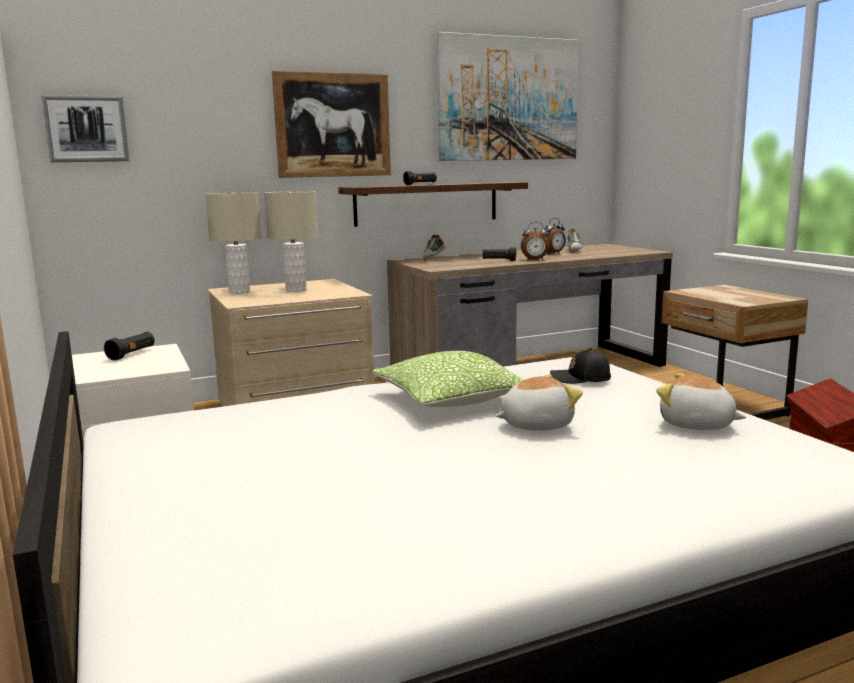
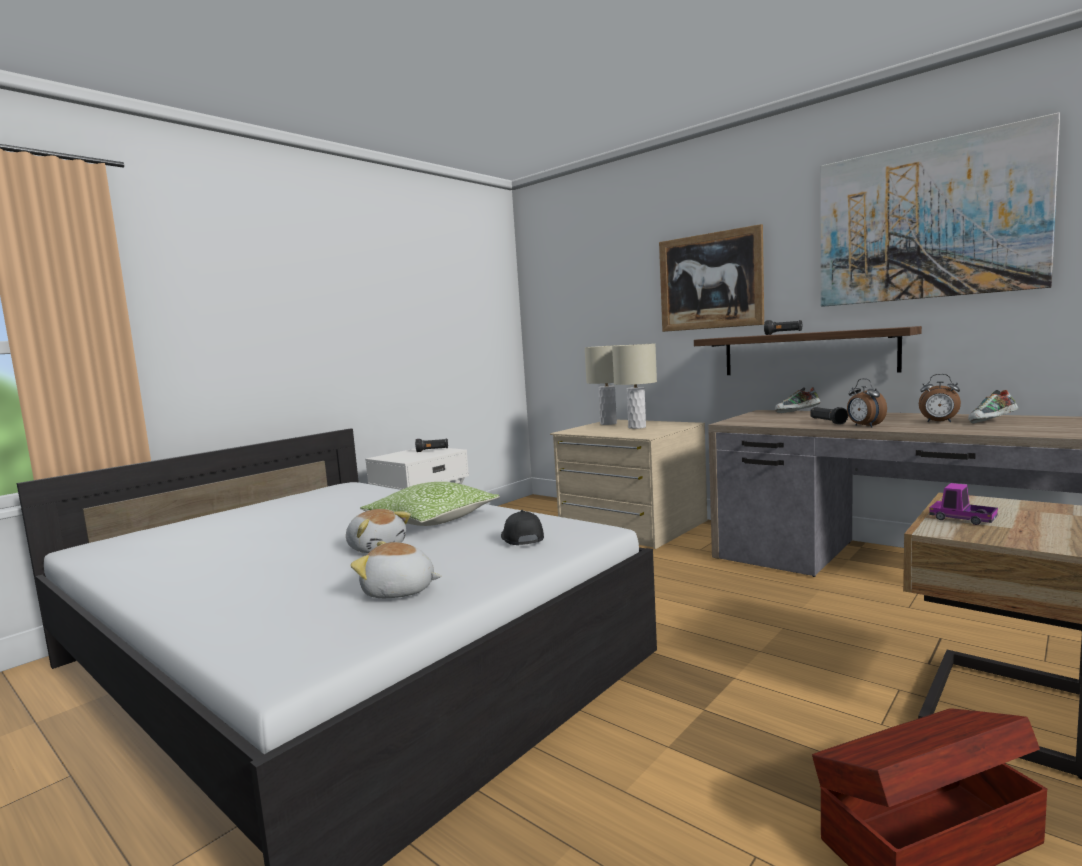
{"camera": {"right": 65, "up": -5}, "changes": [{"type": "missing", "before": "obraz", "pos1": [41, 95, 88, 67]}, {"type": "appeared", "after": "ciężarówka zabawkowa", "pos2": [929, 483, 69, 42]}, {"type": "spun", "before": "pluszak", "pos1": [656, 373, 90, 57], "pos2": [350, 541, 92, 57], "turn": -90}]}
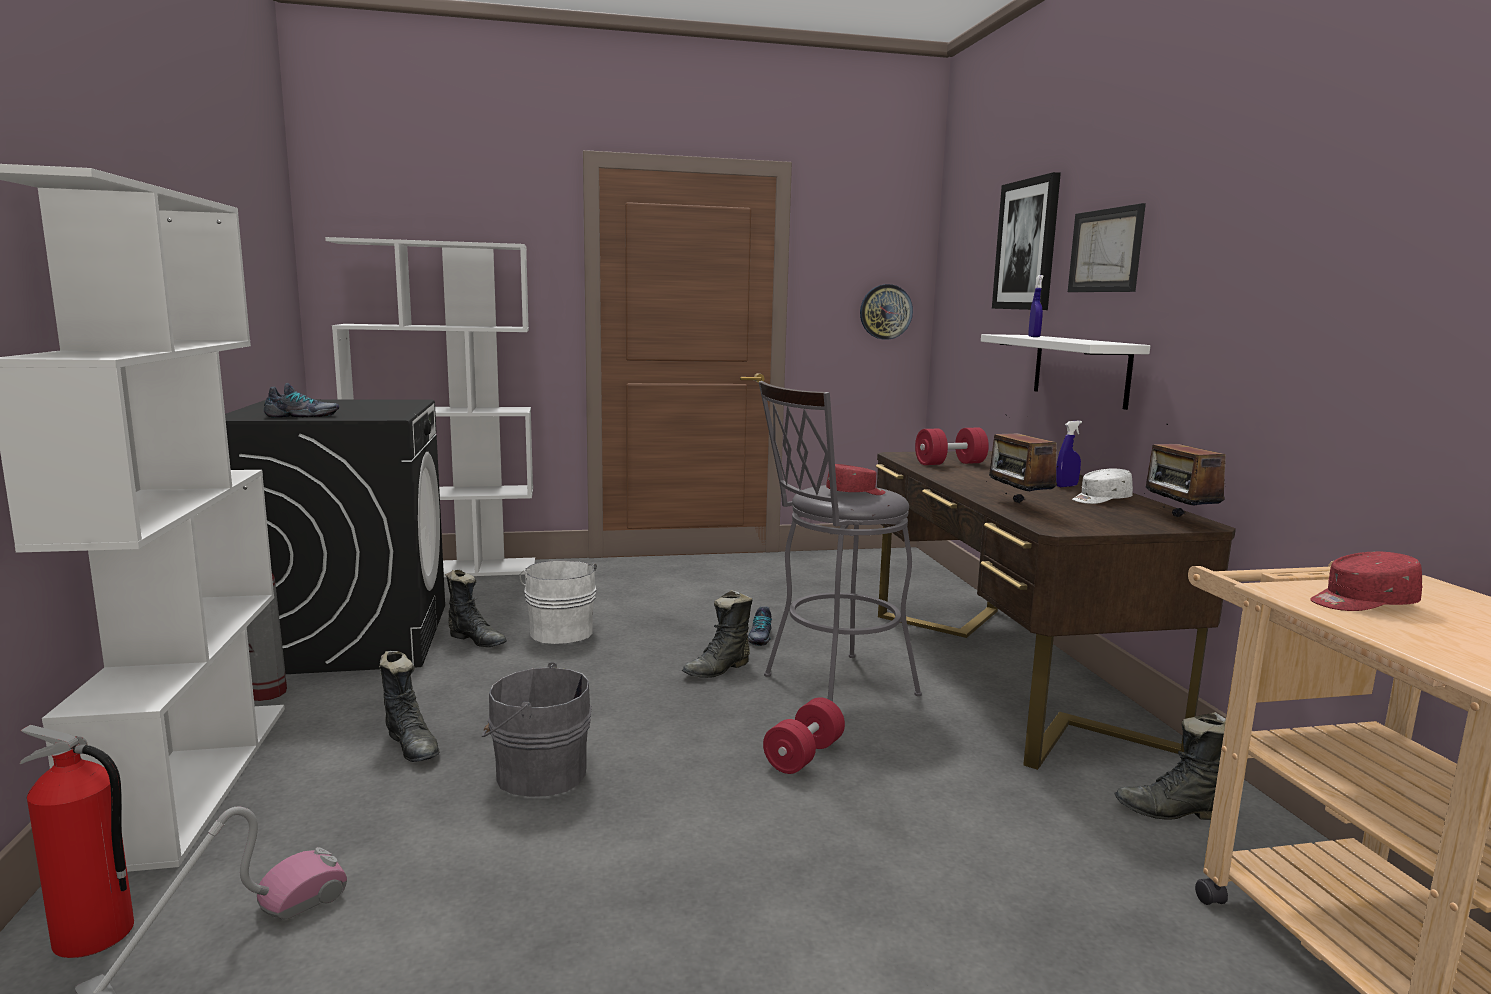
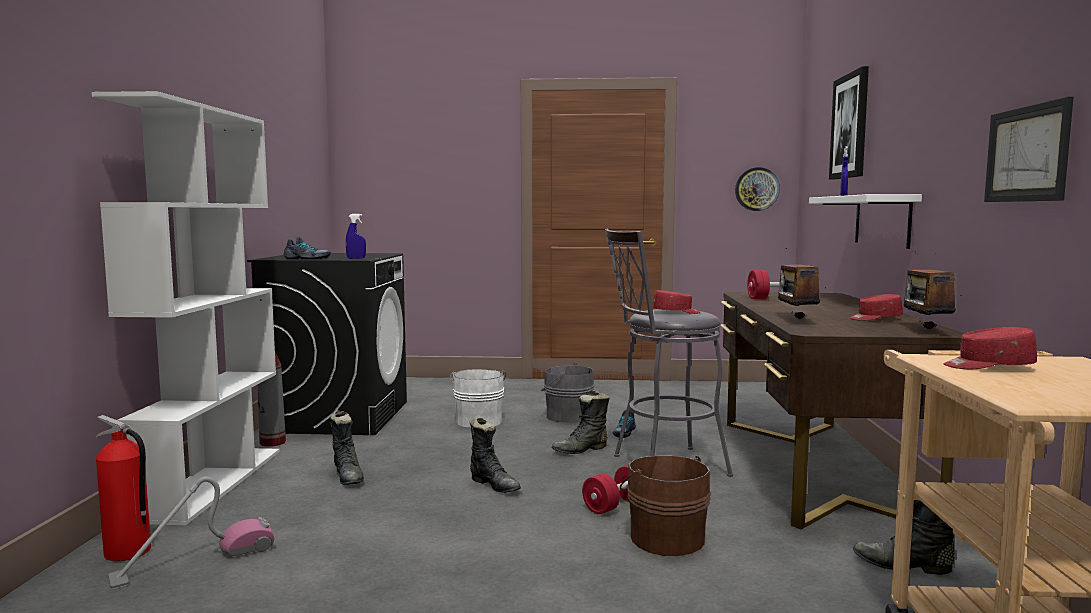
{"camera": {"right": 15, "up": -5}, "changes": [{"type": "missing", "before": "regał (biały)", "pos1": [325, 237, 210, 340]}, {"type": "appeared", "after": "wiadro (brązowy)", "pos2": [620, 456, 91, 100]}, {"type": "relocated", "before": "but z cholewką (czarny)", "pos1": [445, 570, 62, 77], "pos2": [469, 418, 52, 75]}, {"type": "relocated", "before": "wiadro (szary)", "pos1": [482, 662, 110, 135], "pos2": [541, 363, 53, 60]}, {"type": "relocated", "before": "spryskiwacz (niebieski)", "pos1": [1056, 421, 26, 66], "pos2": [346, 214, 20, 45]}, {"type": "relocated", "before": "obraz", "pos1": [1068, 203, 78, 89], "pos2": [984, 97, 90, 105]}, {"type": "colour", "before": "czapka z daszkiem (biały)", "after": "czapka z daszkiem (czerwony)", "pos1": [1072, 469, 61, 35], "pos2": [850, 294, 53, 27]}]}
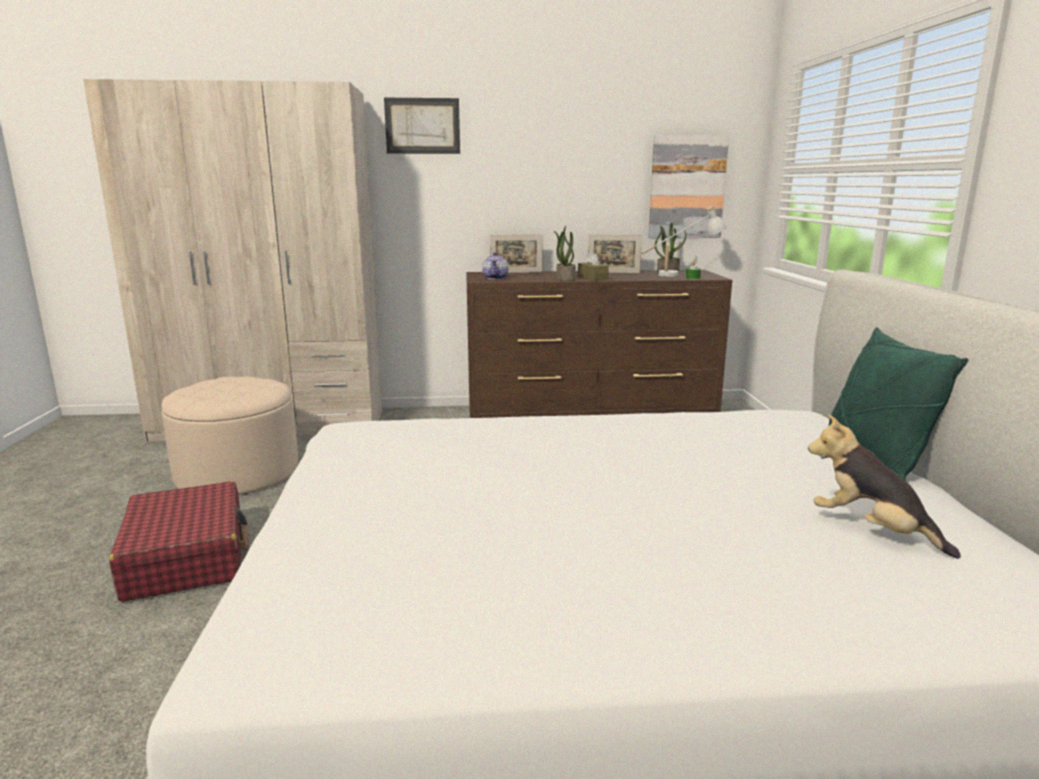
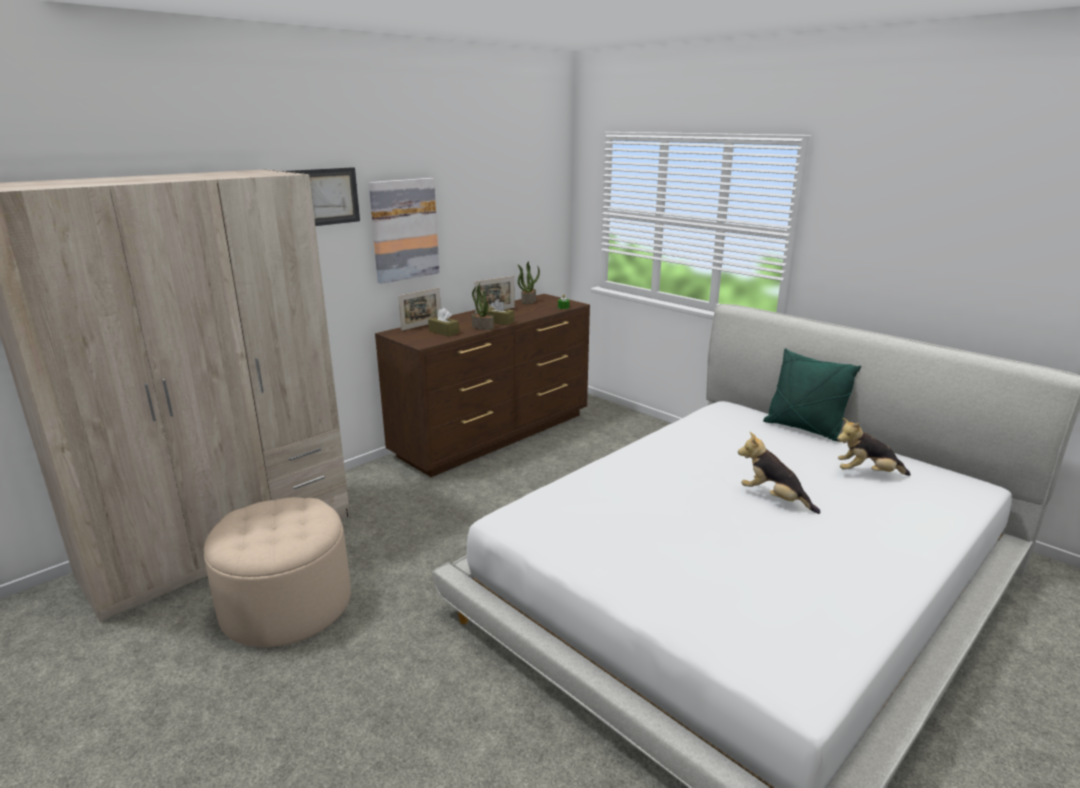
{"camera": {"right": -40, "up": 5}, "changes": [{"type": "missing", "before": "walizka (czerwony)", "pos1": [109, 481, 140, 121]}, {"type": "missing", "before": "imbryk", "pos1": [482, 252, 27, 27]}, {"type": "missing", "before": "lampa stołowa (biały)", "pos1": [641, 206, 86, 71]}, {"type": "appeared", "after": "pudełko chusteczek (brązowy)", "pos2": [428, 308, 31, 29]}, {"type": "appeared", "after": "pluszak", "pos2": [738, 432, 82, 82]}, {"type": "relocated", "before": "obraz", "pos1": [648, 135, 81, 103], "pos2": [369, 178, 70, 106]}]}
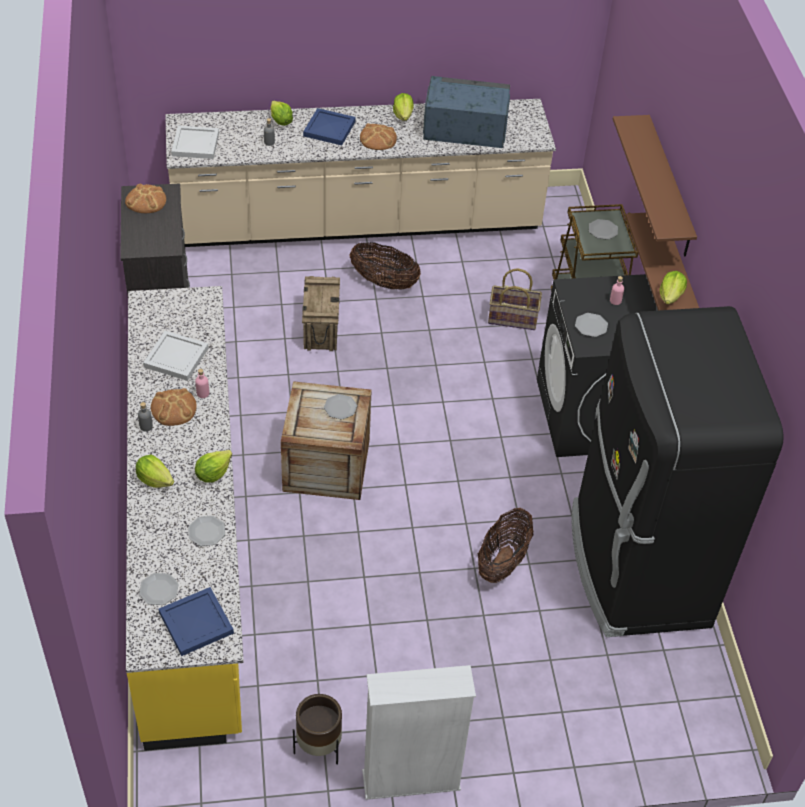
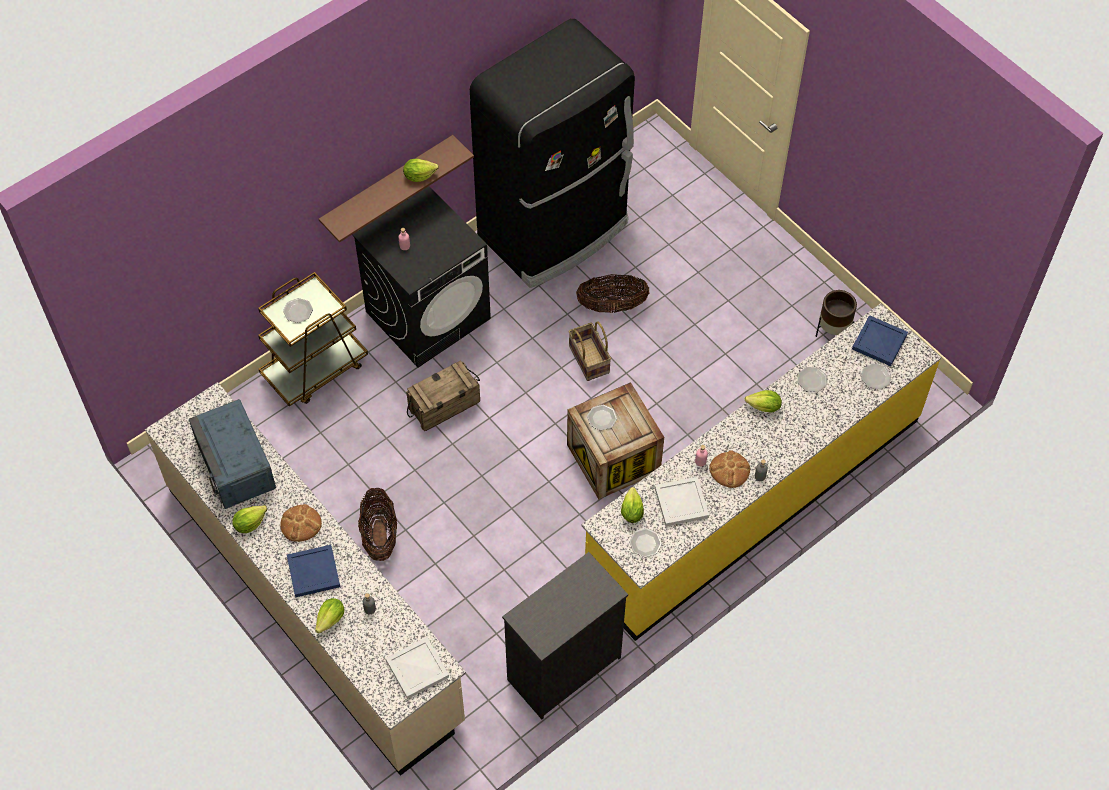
{"camera": {"right": -120, "up": 10}, "changes": [{"type": "missing", "before": "chleb", "pos1": [125, 184, 41, 29]}, {"type": "missing", "before": "regał (biały)", "pos1": [362, 665, 114, 135]}, {"type": "missing", "before": "półka (brązowy)", "pos1": [613, 115, 84, 142]}, {"type": "relocated", "before": "sałata", "pos1": [136, 455, 38, 33], "pos2": [621, 487, 23, 36]}, {"type": "relocated", "before": "skrzynka", "pos1": [302, 276, 38, 75], "pos2": [406, 360, 74, 72]}, {"type": "relocated", "before": "koszyk", "pos1": [488, 268, 54, 62], "pos2": [568, 321, 43, 60]}, {"type": "relocated", "before": "talerz", "pos1": [575, 313, 33, 24], "pos2": [629, 528, 33, 29]}]}
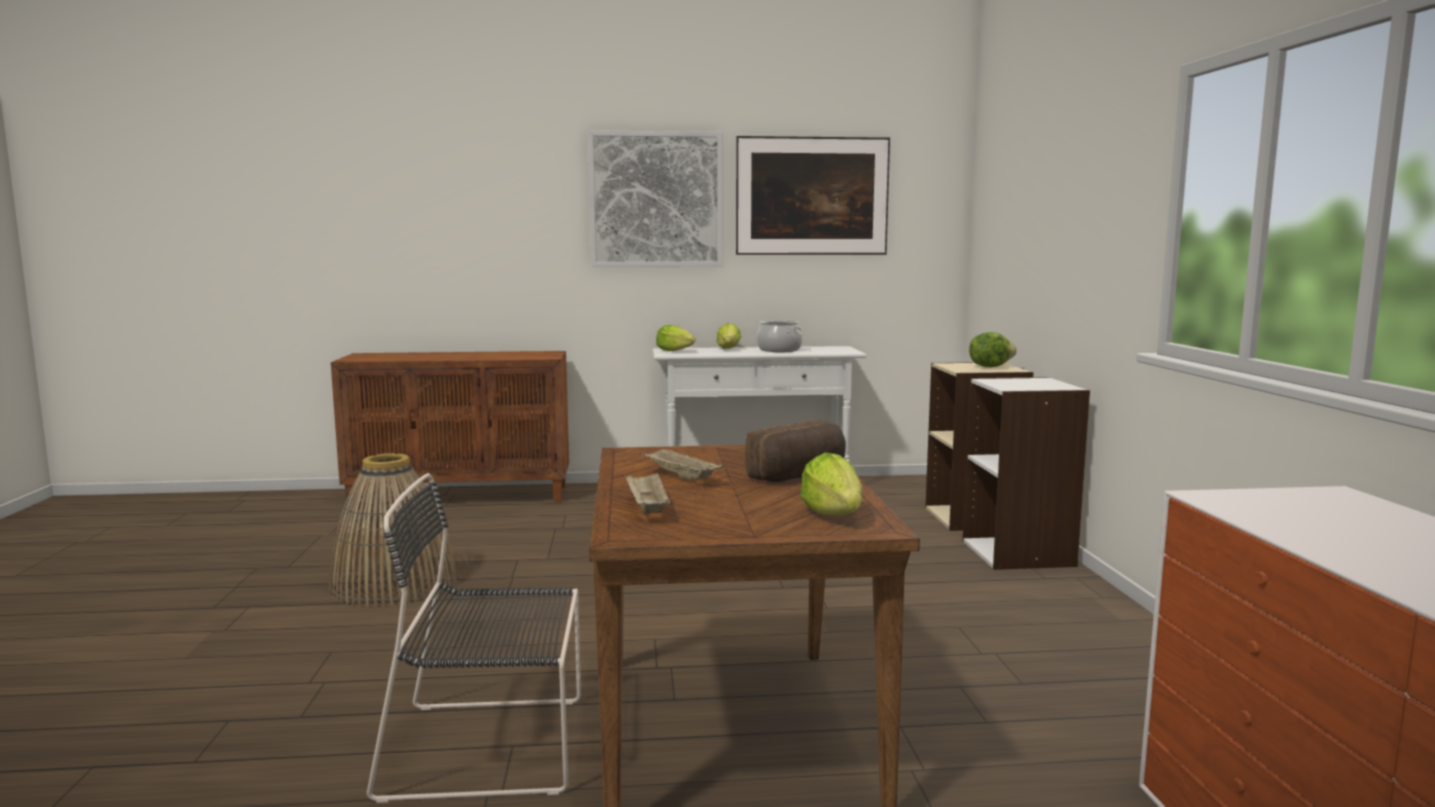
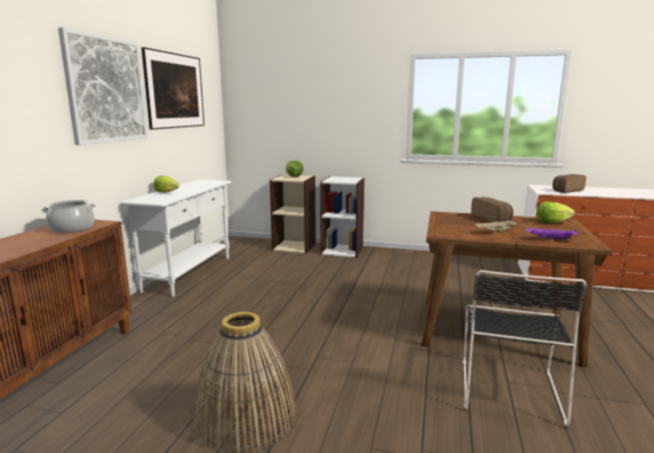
{"camera": {"right": -70, "up": 5}, "changes": [{"type": "missing", "before": "sałata", "pos1": [656, 325, 39, 26]}, {"type": "appeared", "after": "chleb", "pos2": [553, 174, 33, 19]}, {"type": "relocated", "before": "garnek", "pos1": [757, 320, 46, 32], "pos2": [41, 200, 55, 33]}, {"type": "colour", "before": "taca (beżowy)", "after": "taca (fioletowy)", "pos1": [625, 472, 45, 42], "pos2": [525, 228, 54, 13]}]}
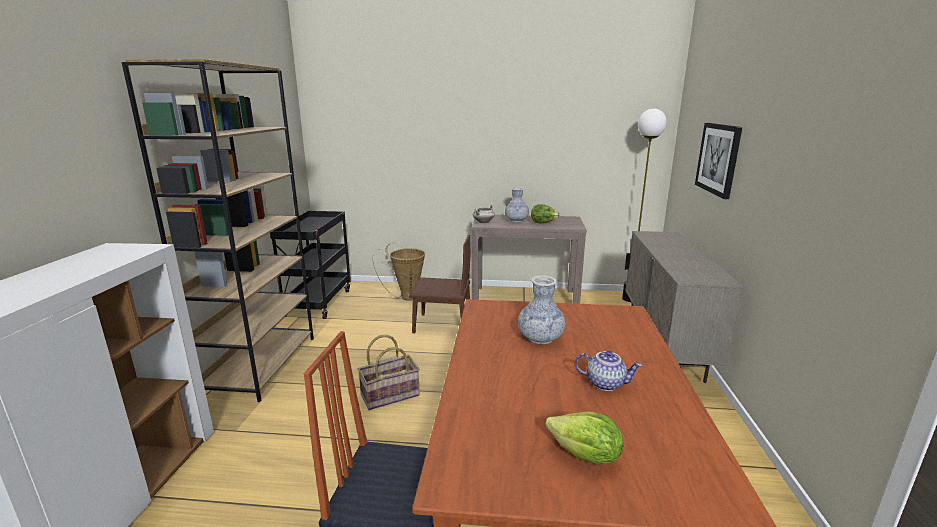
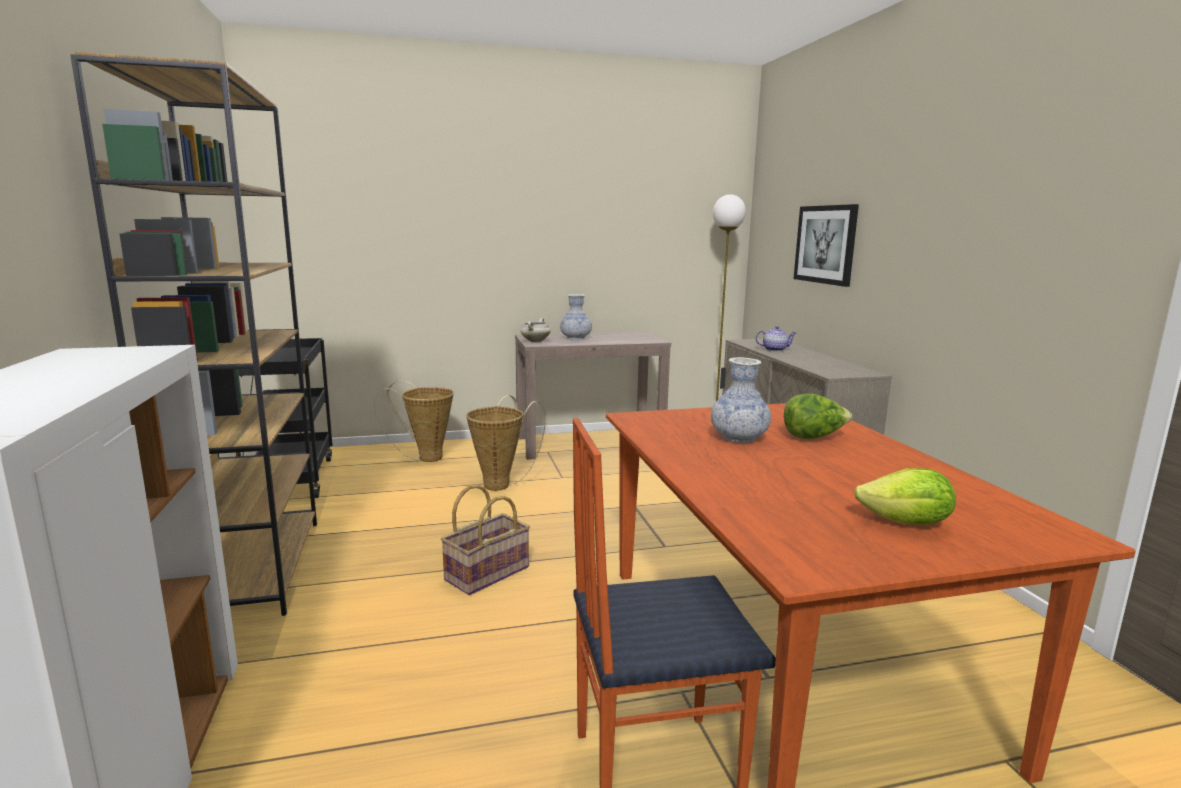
{"camera": {"right": -20, "up": -5}, "changes": [{"type": "relocated", "before": "sałata", "pos1": [531, 204, 29, 20], "pos2": [784, 393, 68, 46]}, {"type": "relocated", "before": "imbryk", "pos1": [575, 350, 67, 41], "pos2": [755, 326, 41, 25]}, {"type": "exchanged", "before": "krzesło (brązowy)", "after": "koszyk", "pos1": [409, 235, 62, 98], "pos2": [466, 395, 80, 96]}]}
